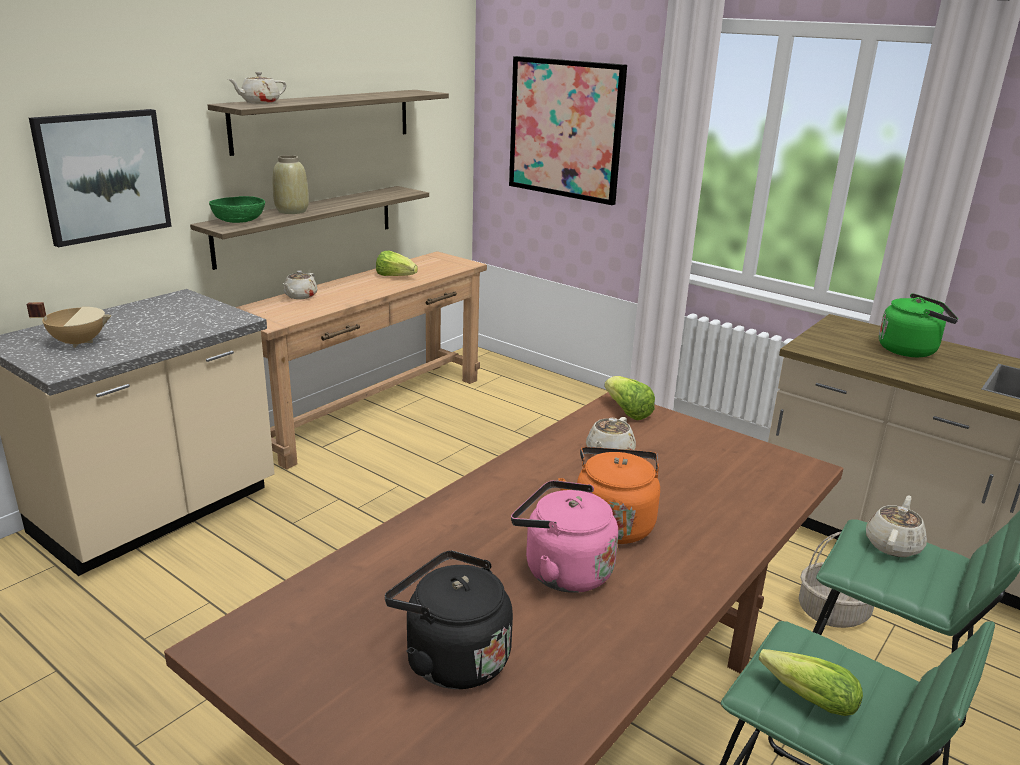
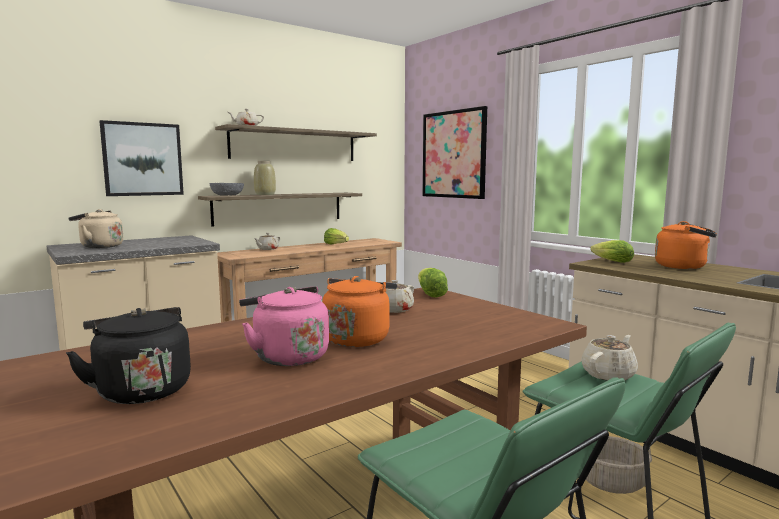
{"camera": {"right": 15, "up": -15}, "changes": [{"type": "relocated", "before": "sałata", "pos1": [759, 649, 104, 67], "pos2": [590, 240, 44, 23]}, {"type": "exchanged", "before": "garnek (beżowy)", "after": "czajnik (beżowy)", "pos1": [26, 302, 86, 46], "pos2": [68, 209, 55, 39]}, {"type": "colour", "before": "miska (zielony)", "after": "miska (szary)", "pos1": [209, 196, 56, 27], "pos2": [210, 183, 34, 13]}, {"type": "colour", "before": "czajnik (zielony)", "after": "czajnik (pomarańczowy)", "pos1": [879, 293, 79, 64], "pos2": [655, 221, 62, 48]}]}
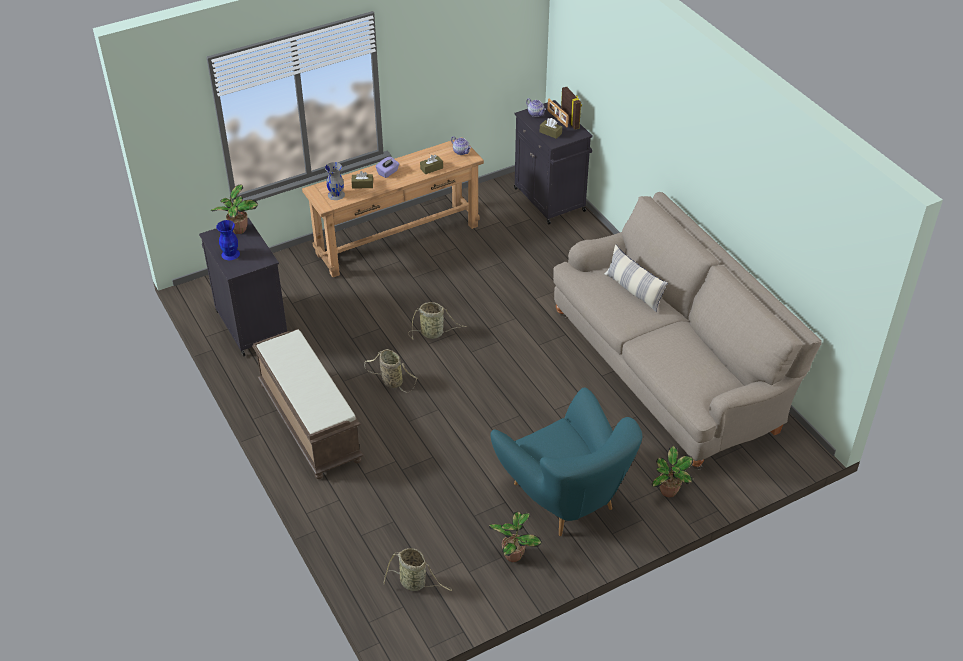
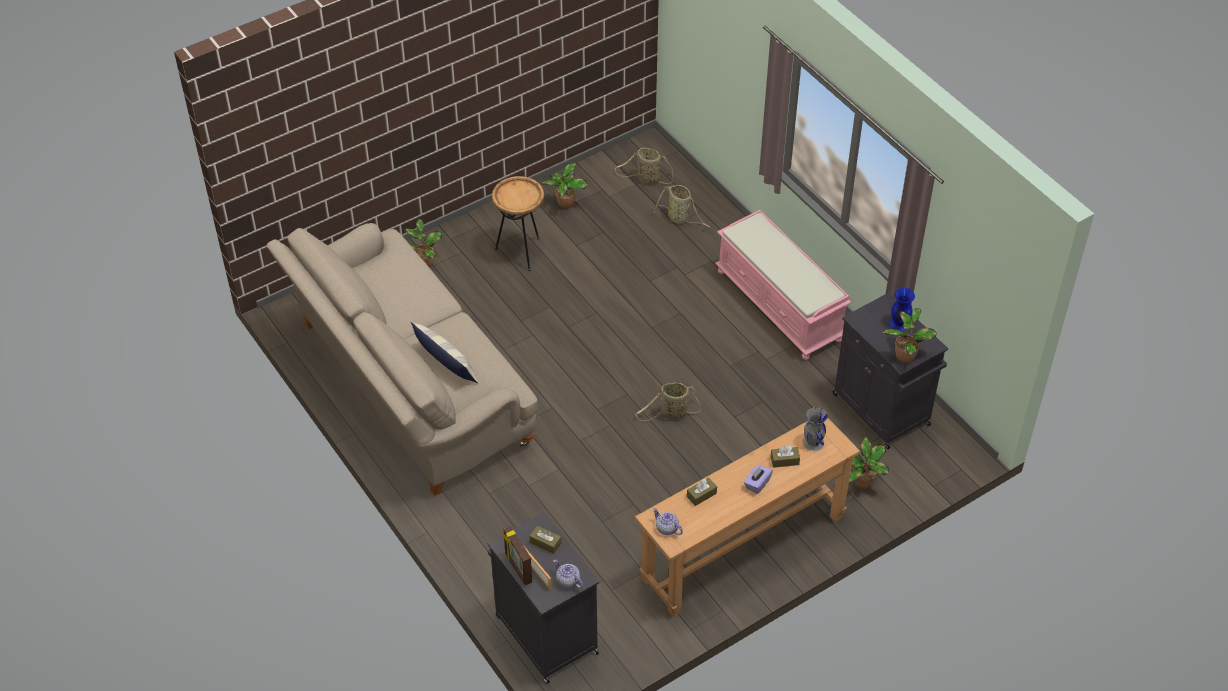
{"camera": {"right": 175, "up": 5}, "changes": [{"type": "appeared", "after": "roślina doniczkowa", "pos2": [849, 437, 40, 52]}, {"type": "relocated", "before": "koszyk", "pos1": [364, 349, 53, 43], "pos2": [653, 185, 57, 42]}, {"type": "exchanged", "before": "fotel (turkusowy)", "after": "stolik (brązowy)", "pos1": [490, 387, 152, 149], "pos2": [492, 176, 52, 95]}, {"type": "colour", "before": "ławka (brązowy)", "after": "ławka (różowy)", "pos1": [252, 329, 112, 150], "pos2": [715, 210, 136, 150]}]}
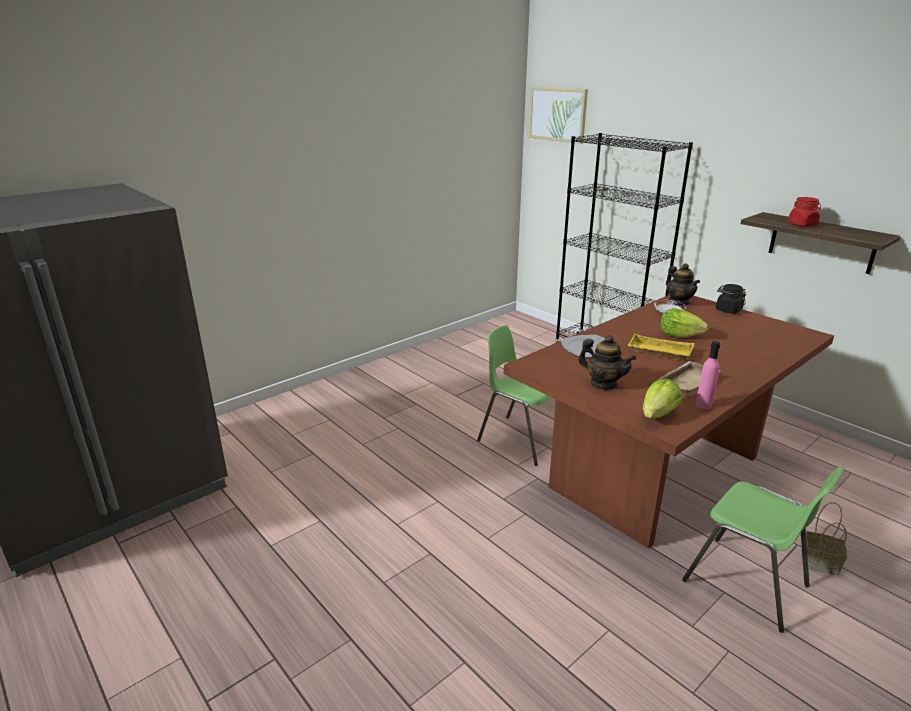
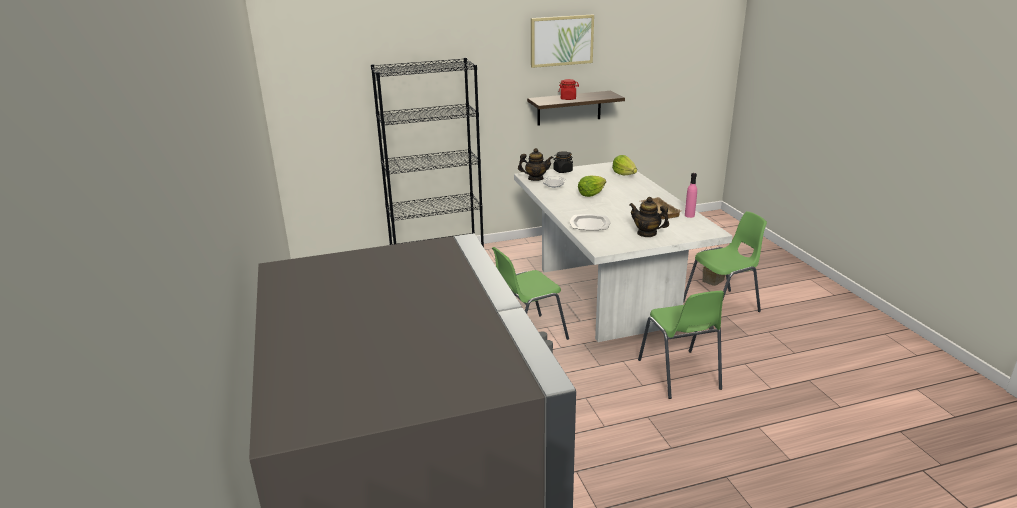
{"camera": {"right": -65, "up": 0}, "changes": [{"type": "missing", "before": "taca (żółty)", "pos1": [627, 334, 67, 27]}, {"type": "appeared", "after": "krzesło (zielony)", "pos2": [638, 291, 86, 108]}, {"type": "relocated", "before": "obraz", "pos1": [529, 87, 59, 57], "pos2": [531, 15, 63, 53]}, {"type": "relocated", "before": "sałata", "pos1": [643, 379, 39, 39], "pos2": [612, 155, 25, 20]}, {"type": "colour", "before": "stół jadalny (brązowy)", "after": "stół jadalny (biały)", "pos1": [503, 295, 331, 254], "pos2": [514, 162, 219, 180]}, {"type": "spun", "before": "imbryk", "pos1": [578, 335, 58, 54], "pos2": [629, 197, 40, 40], "turn": -120}]}
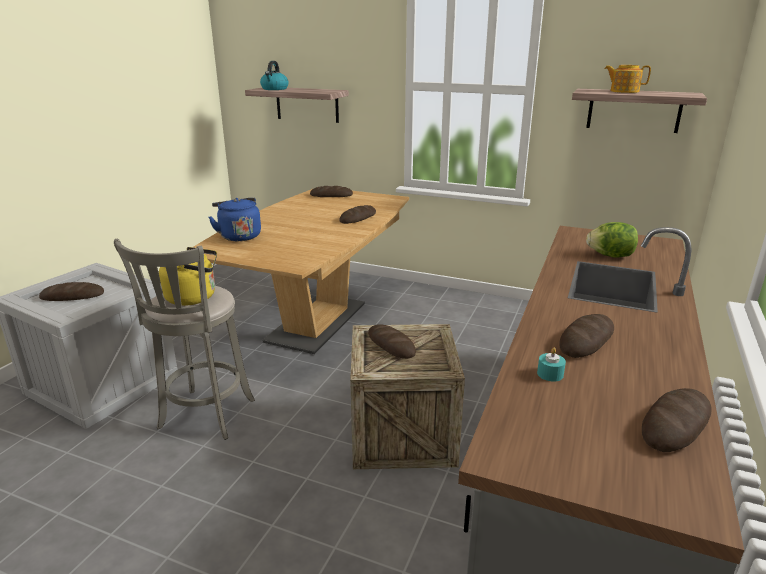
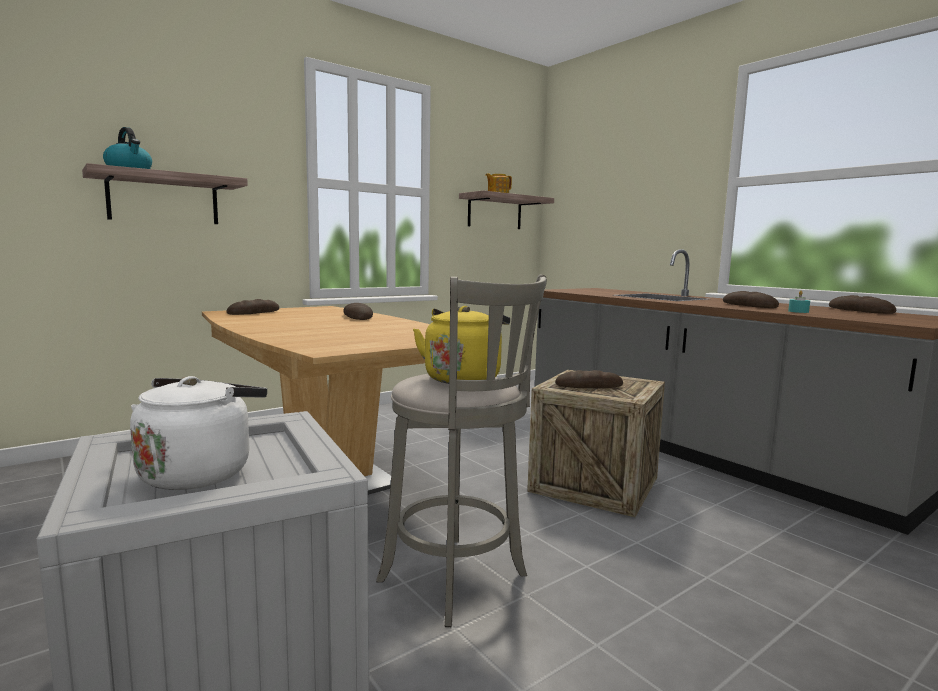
{"camera": {"right": -60, "up": -15}, "changes": [{"type": "missing", "before": "czajnik (niebieski)", "pos1": [209, 198, 52, 43]}, {"type": "missing", "before": "sałata", "pos1": [586, 222, 52, 36]}, {"type": "exchanged", "before": "chleb", "after": "czajnik (biały)", "pos1": [39, 282, 65, 19], "pos2": [130, 376, 137, 114]}]}
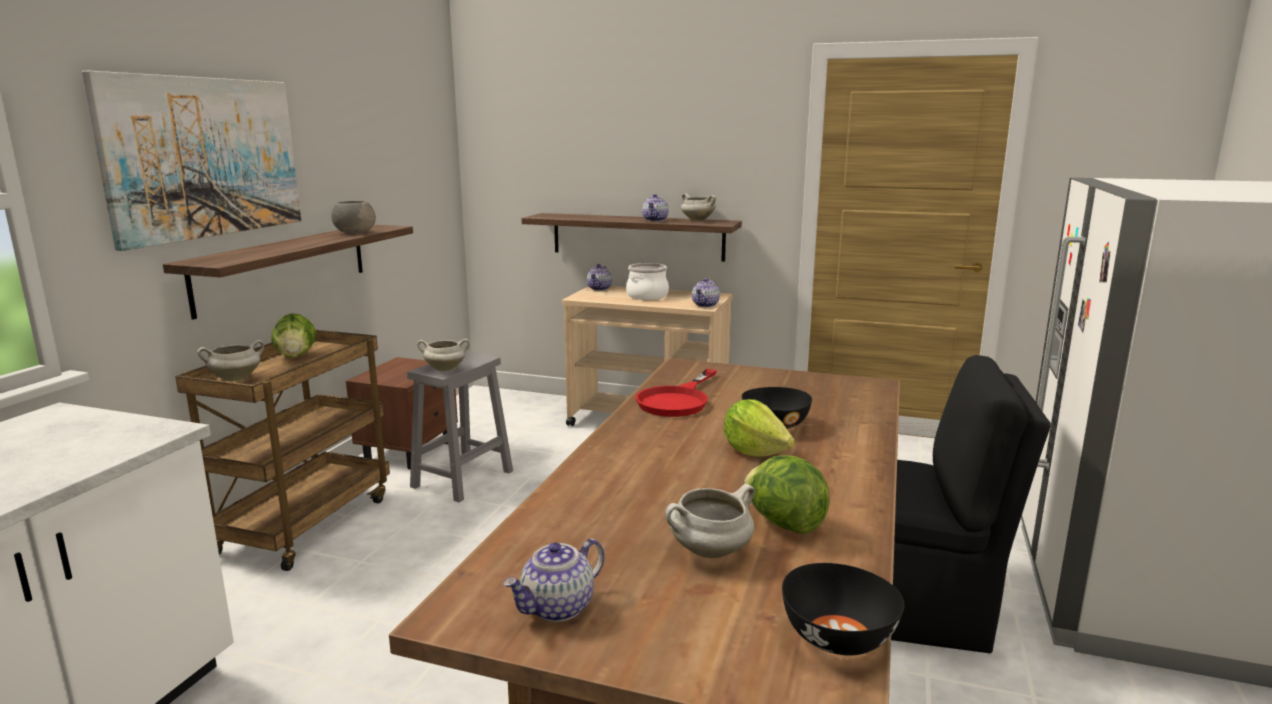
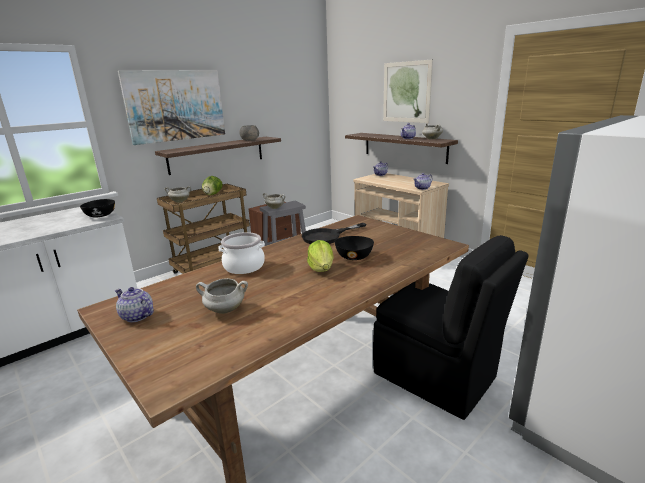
{"camera": {"right": 30, "up": 5}, "changes": [{"type": "missing", "before": "sałata", "pos1": [744, 455, 86, 79]}, {"type": "appeared", "after": "obraz", "pos2": [383, 59, 50, 64]}, {"type": "relocated", "before": "garnek", "pos1": [626, 263, 43, 37], "pos2": [219, 232, 46, 42]}, {"type": "relocated", "before": "miska (czarny)", "pos1": [782, 563, 123, 93], "pos2": [80, 199, 35, 18]}, {"type": "colour", "before": "patelnia (czerwony)", "after": "patelnia (czarny)", "pos1": [636, 369, 81, 48], "pos2": [302, 223, 65, 21]}, {"type": "spun", "before": "imbryk", "pos1": [504, 538, 100, 84], "pos2": [115, 287, 39, 35], "turn": 45}]}
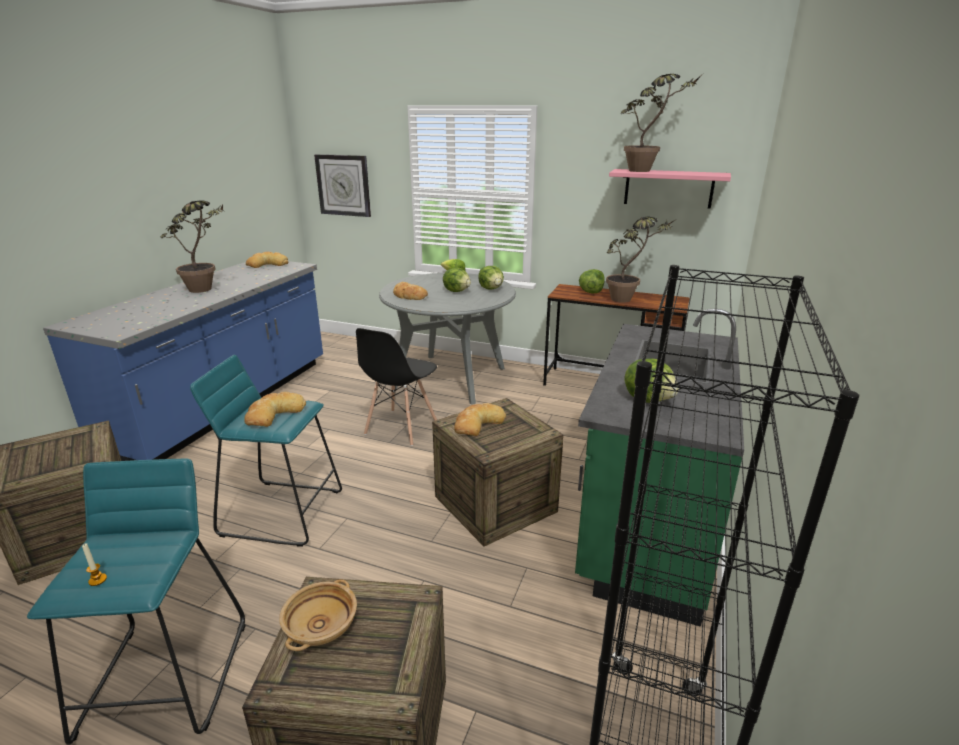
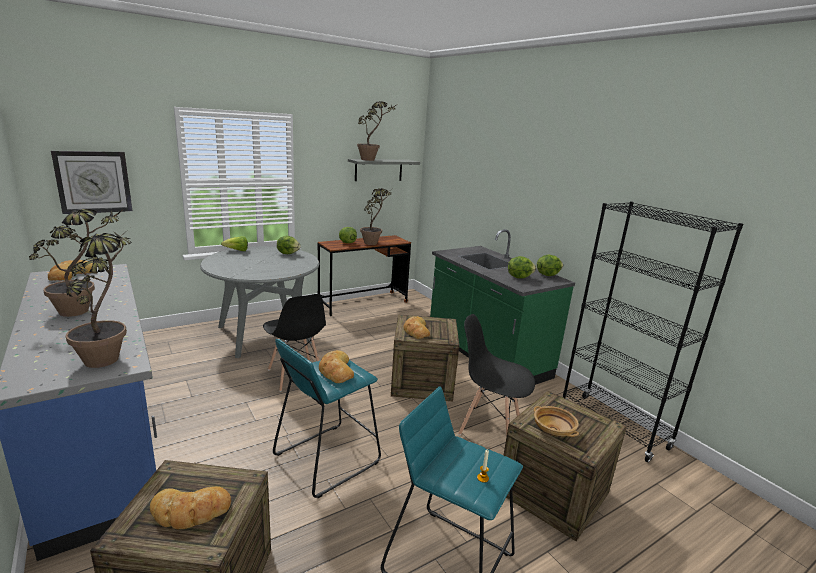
{"camera": {"right": -55, "up": -5}, "changes": [{"type": "appeared", "after": "roślina doniczkowa", "pos2": [66, 228, 66, 140]}, {"type": "appeared", "after": "krzesło (czarny)", "pos2": [458, 314, 77, 123]}, {"type": "relocated", "before": "chleb", "pos1": [393, 282, 35, 18], "pos2": [150, 487, 81, 42]}, {"type": "relocated", "before": "sałata", "pos1": [443, 268, 28, 24], "pos2": [537, 254, 26, 22]}, {"type": "colour", "before": "półka (różowy)", "after": "półka (szary)", "pos1": [609, 169, 122, 40], "pos2": [348, 159, 72, 22]}]}
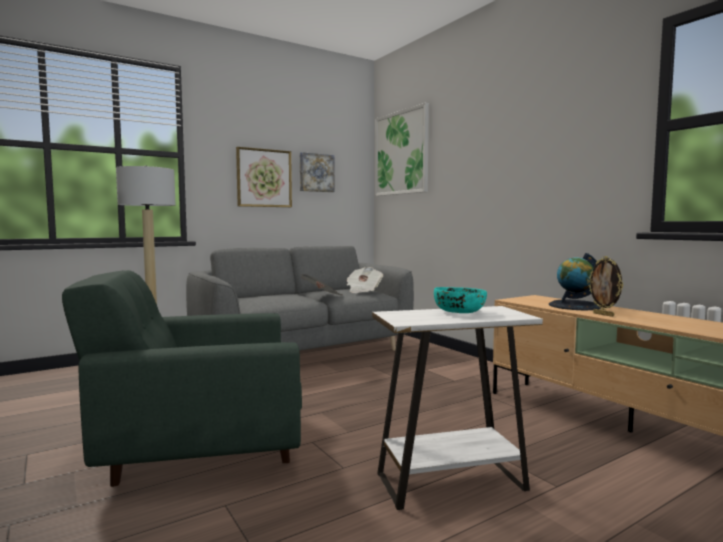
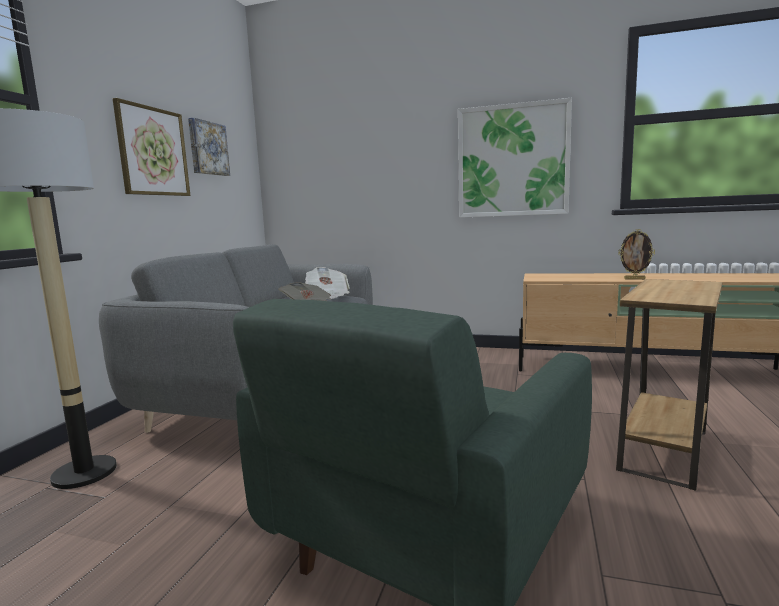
{"camera": {"right": -40, "up": 5}, "changes": [{"type": "missing", "before": "miska (turkusowy)", "pos1": [434, 287, 53, 26]}, {"type": "missing", "before": "globus", "pos1": [549, 253, 52, 57]}, {"type": "relocated", "before": "obraz", "pos1": [375, 103, 54, 93], "pos2": [458, 98, 114, 120]}, {"type": "colour", "before": "stolik (biały)", "after": "stolik (brązowy)", "pos1": [372, 306, 171, 204], "pos2": [616, 279, 106, 212]}]}
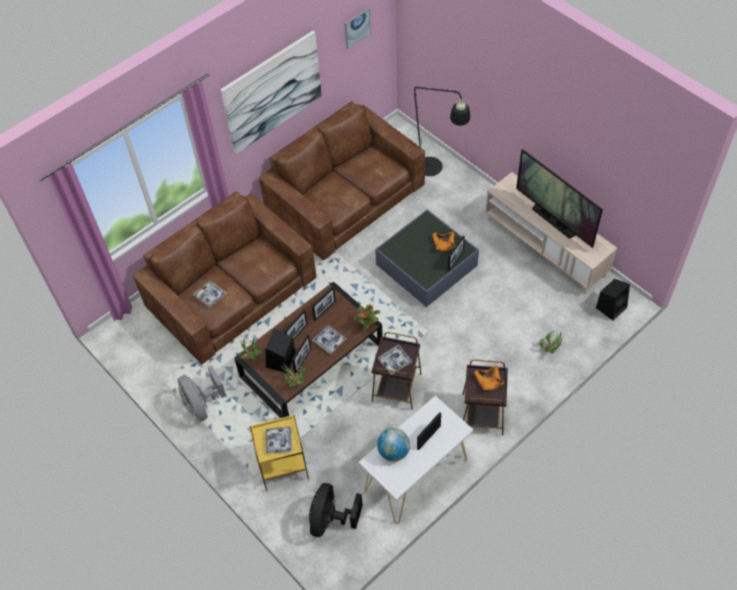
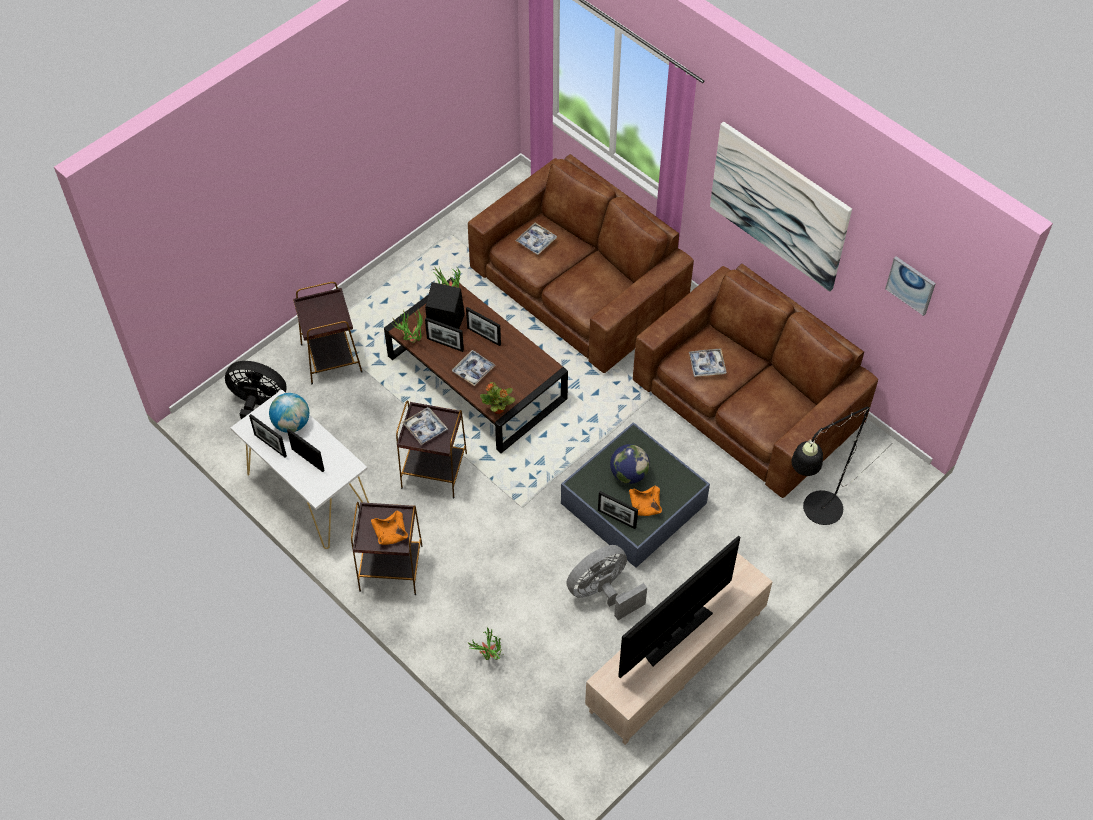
{"camera": {"right": 85, "up": 0}, "changes": [{"type": "missing", "before": "głośnik (czarny)", "pos1": [596, 279, 34, 42]}, {"type": "appeared", "after": "globus", "pos2": [610, 444, 40, 40]}, {"type": "relocated", "before": "wentylator (szary)", "pos1": [178, 365, 48, 56], "pos2": [567, 545, 80, 75]}, {"type": "relocated", "before": "taca", "pos1": [265, 426, 27, 28], "pos2": [689, 349, 38, 28]}, {"type": "relocated", "before": "ramka na zdjęcie", "pos1": [312, 286, 24, 35], "pos2": [249, 414, 38, 43]}, {"type": "colour", "before": "stolik (żółty)", "after": "stolik (brązowy)", "pos1": [250, 415, 59, 76], "pos2": [293, 282, 70, 102]}]}
